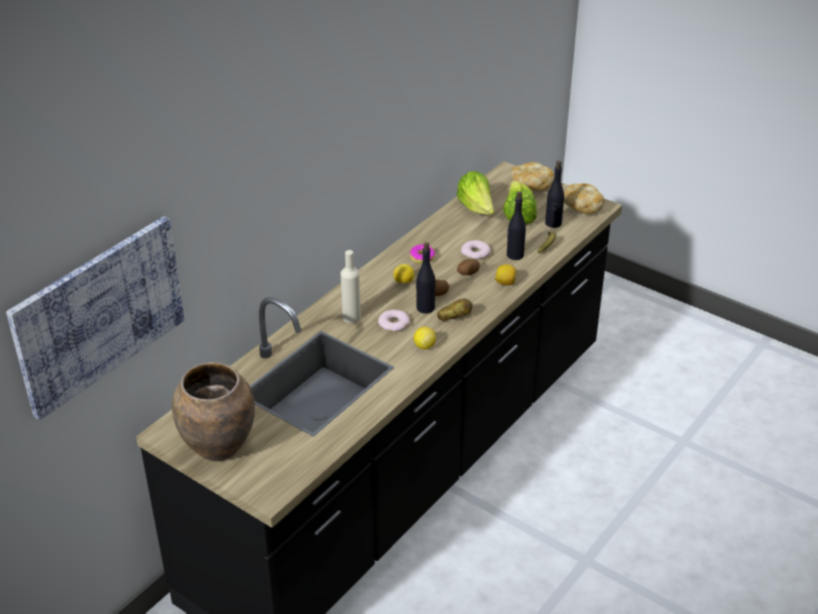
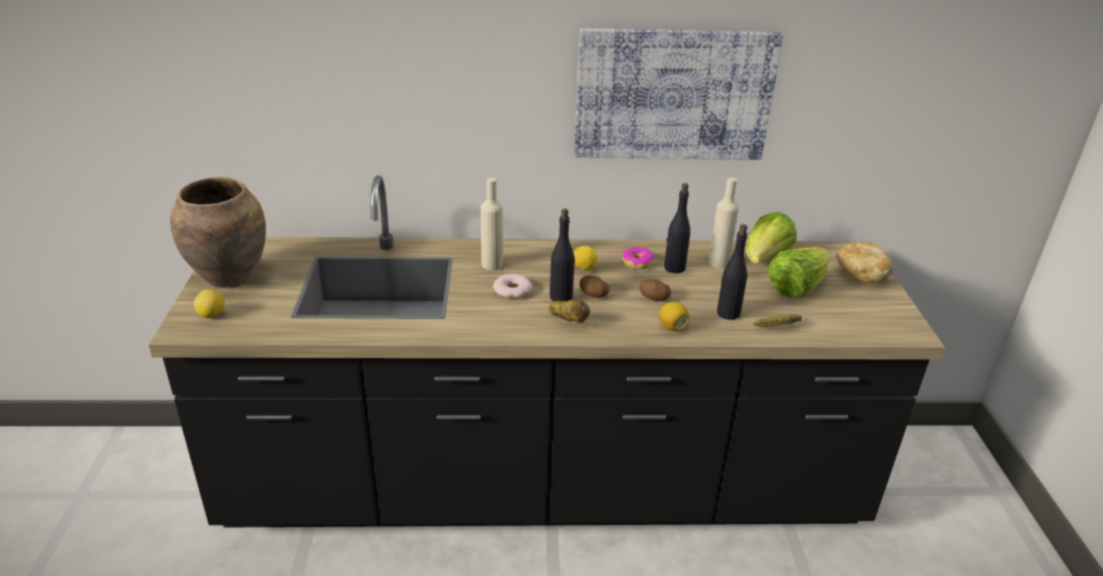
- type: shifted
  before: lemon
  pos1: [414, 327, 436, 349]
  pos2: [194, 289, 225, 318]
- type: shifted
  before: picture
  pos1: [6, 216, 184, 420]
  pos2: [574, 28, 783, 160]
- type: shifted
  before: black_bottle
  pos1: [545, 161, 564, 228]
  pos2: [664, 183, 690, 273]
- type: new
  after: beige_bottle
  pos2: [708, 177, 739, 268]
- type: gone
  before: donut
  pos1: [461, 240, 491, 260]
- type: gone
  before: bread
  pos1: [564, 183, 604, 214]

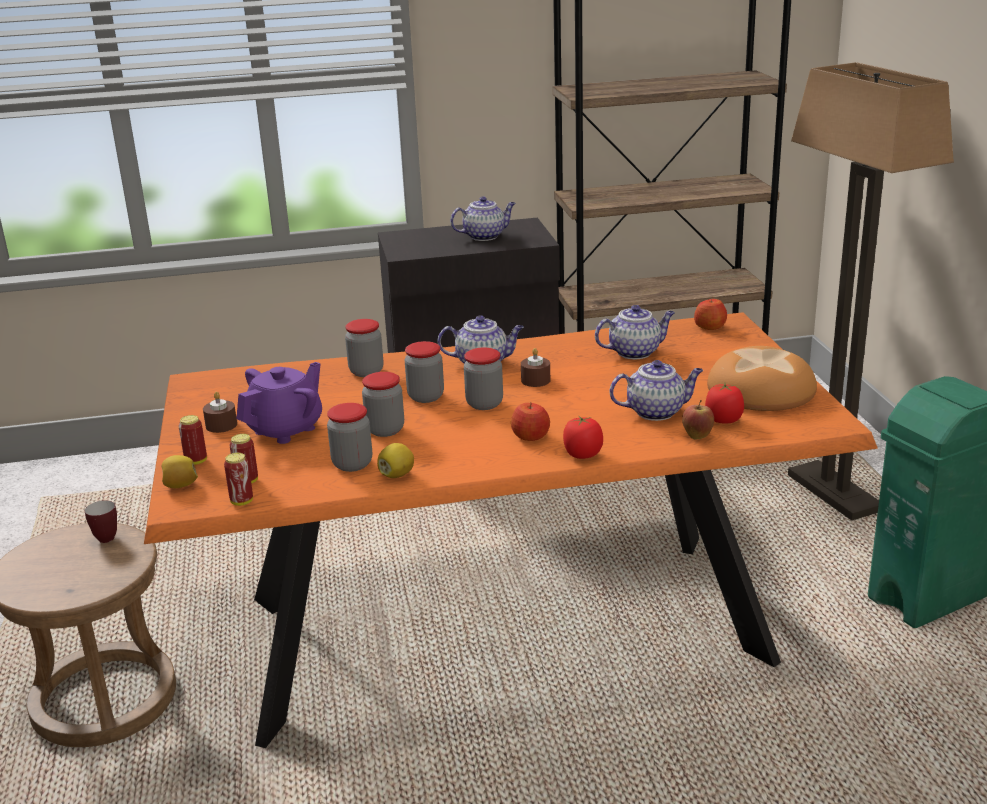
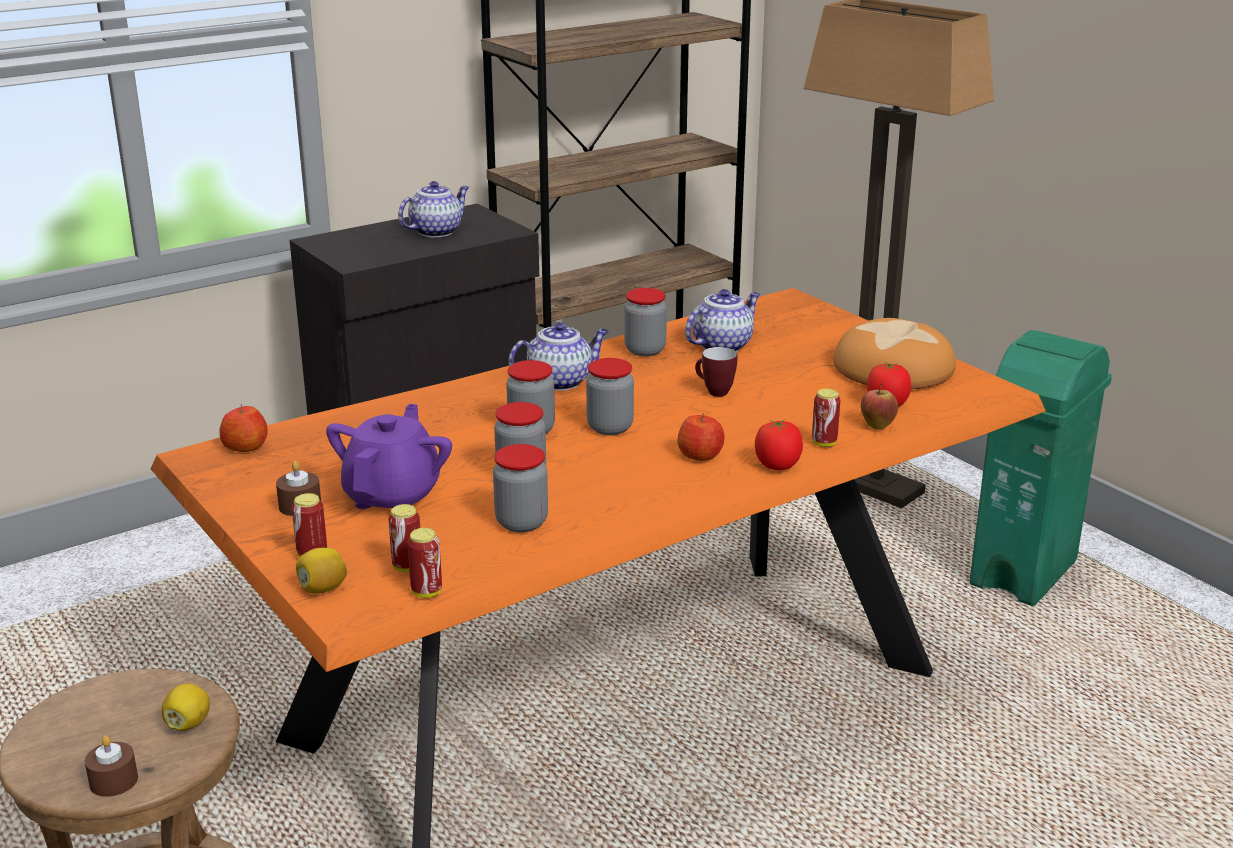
- type: shifted
  before: brown_candle
  pos1: [521, 348, 550, 387]
  pos2: [85, 736, 138, 797]
- type: shifted
  before: lemon
  pos1: [377, 443, 414, 478]
  pos2: [162, 683, 210, 731]
- type: shifted
  before: apple
  pos1: [694, 299, 727, 330]
  pos2: [220, 404, 267, 452]
- type: shifted
  before: jar
  pos1: [345, 319, 383, 377]
  pos2: [624, 288, 667, 356]
- type: shifted
  before: mug
  pos1: [85, 500, 117, 543]
  pos2: [695, 347, 737, 397]
- type: new
  after: can
  pos2: [812, 389, 840, 447]
- type: gone
  before: teapot
  pos1: [609, 360, 703, 421]

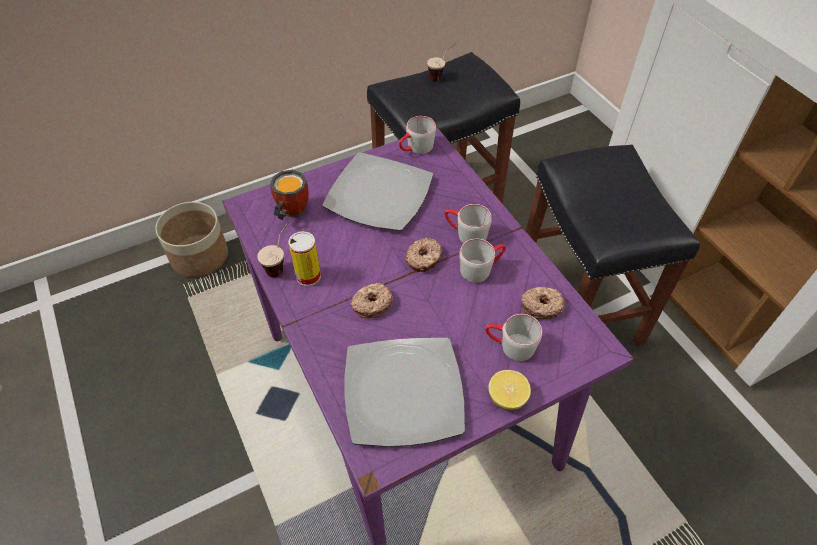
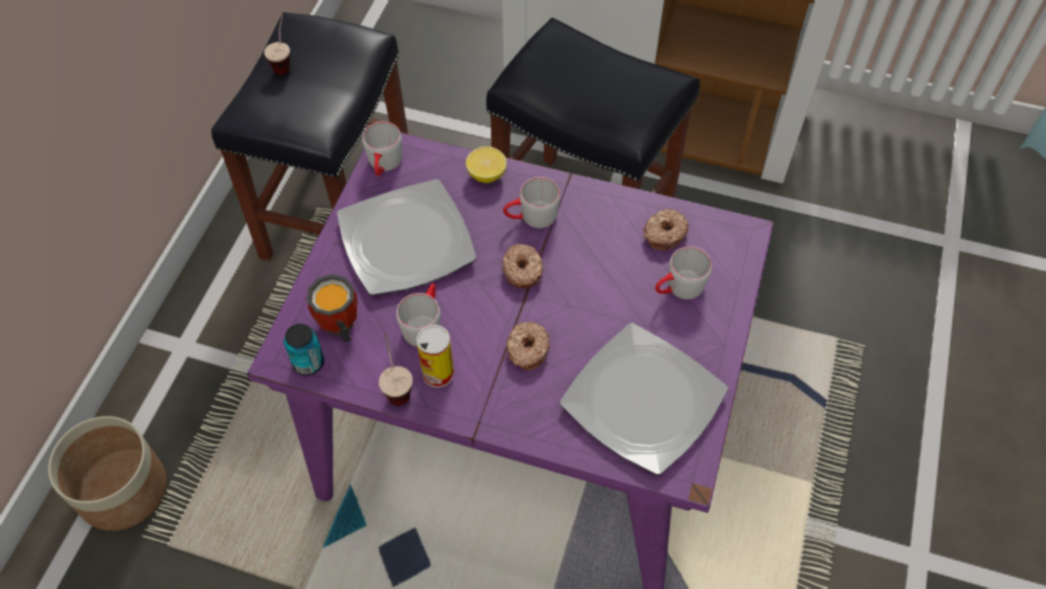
- type: new
  after: can
  pos2: [284, 324, 324, 375]
- type: shifted
  before: grey_mug
  pos1: [459, 239, 506, 283]
  pos2: [396, 283, 441, 347]
- type: shifted
  before: lemon
  pos1: [488, 370, 531, 410]
  pos2: [466, 147, 507, 183]

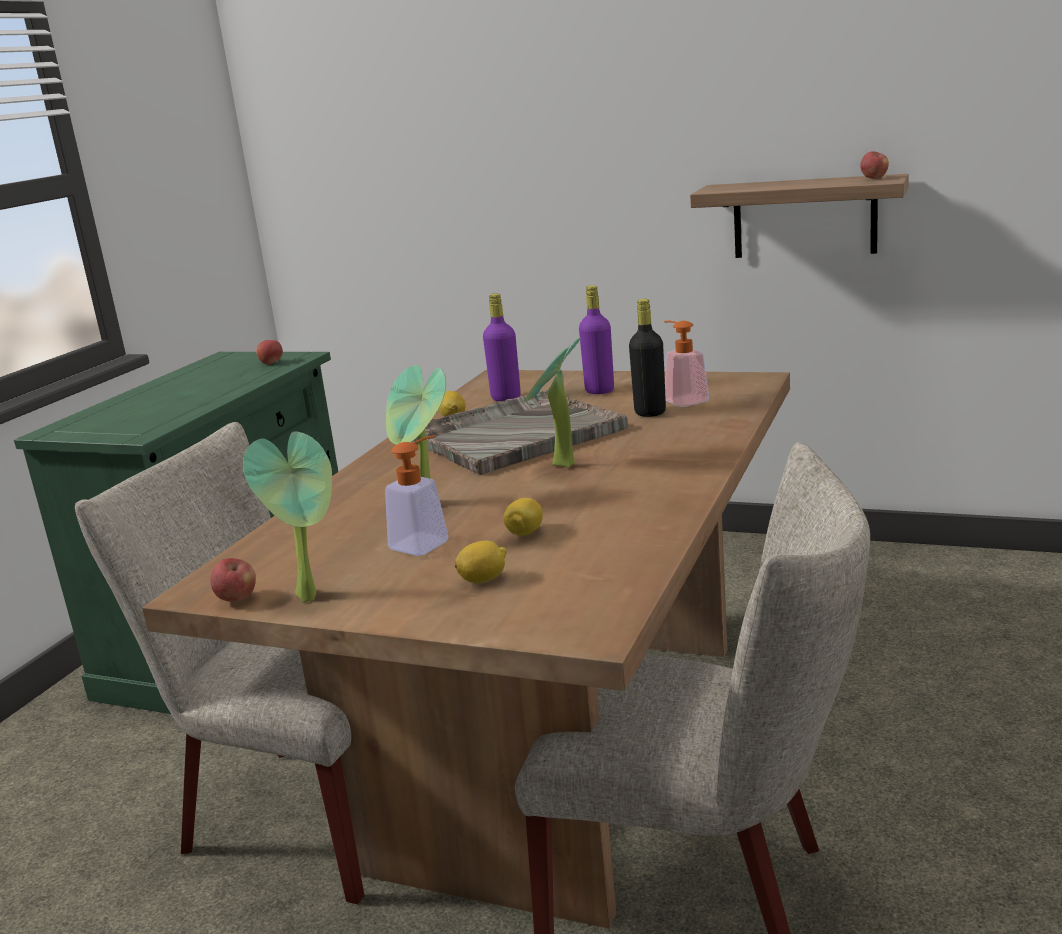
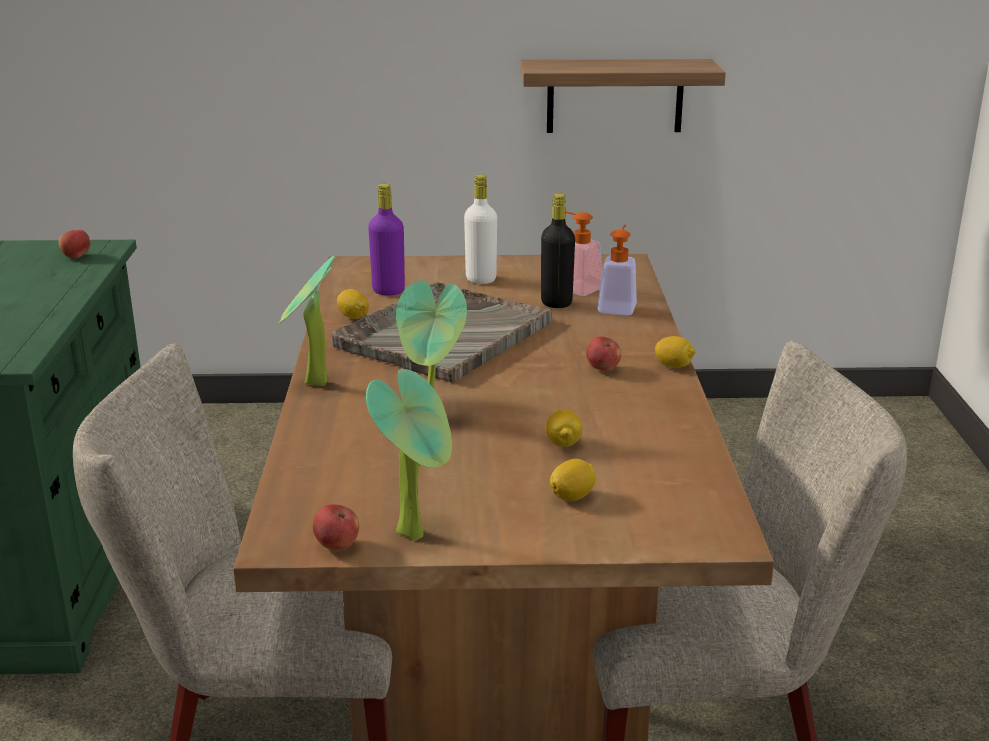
- type: shifted
  before: potted_plant
  pos1: [524, 338, 581, 467]
  pos2: [279, 256, 335, 386]
- type: repainted
  before: purple_bottle
  after: white_bottle
  pos1: [579, 285, 614, 394]
  pos2: [464, 174, 497, 284]
- type: shifted
  before: apple
  pos1: [860, 151, 889, 179]
  pos2: [586, 336, 621, 371]
- type: shifted
  before: soap_dispenser
  pos1: [385, 435, 449, 556]
  pos2: [597, 224, 637, 316]
- type: new
  after: lemon
  pos2: [655, 336, 696, 368]

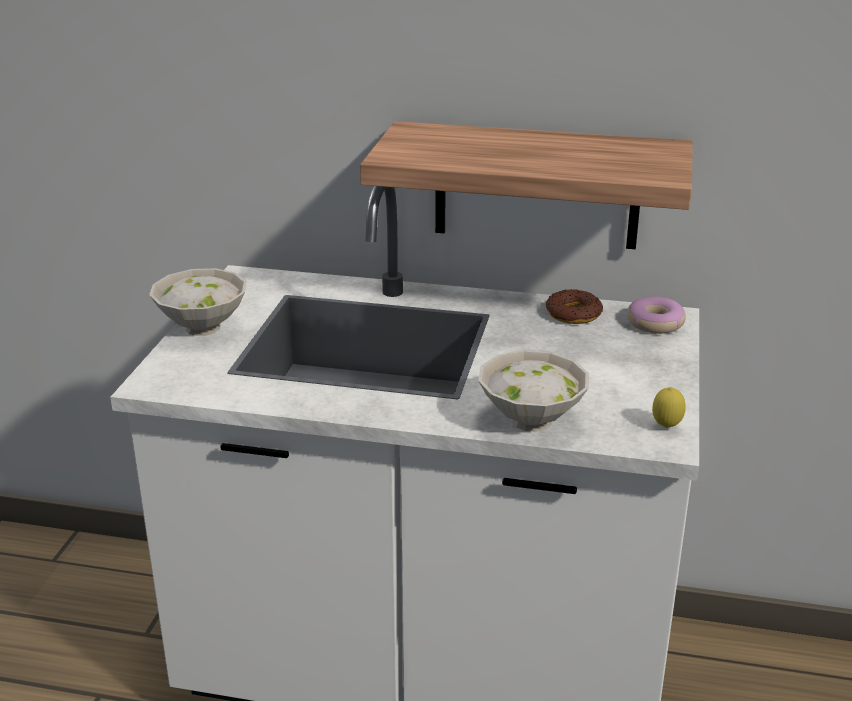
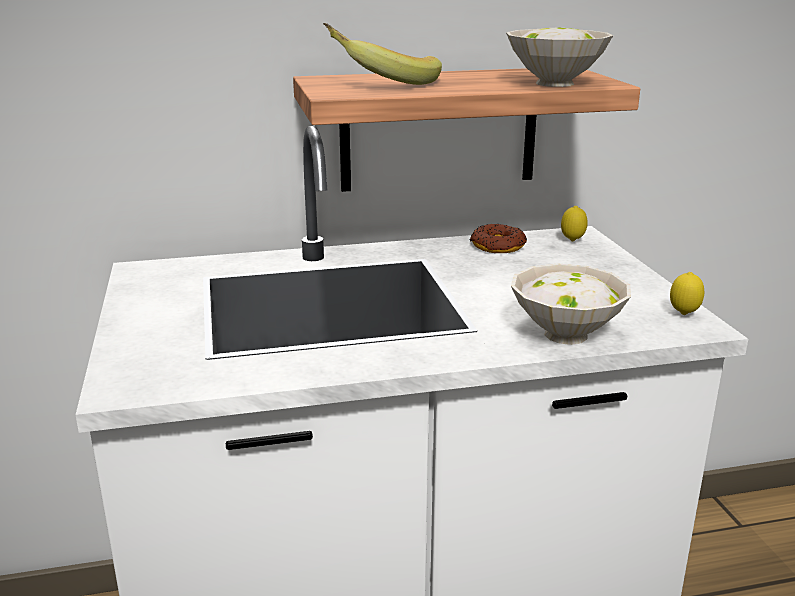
- type: new
  after: banana
  pos2: [323, 23, 442, 85]
- type: shifted
  before: white_bowl
  pos1: [149, 268, 247, 336]
  pos2: [506, 27, 613, 87]
- type: swapped
  before: donut
  after: lemon
  pos1: [627, 296, 686, 334]
  pos2: [561, 206, 588, 241]

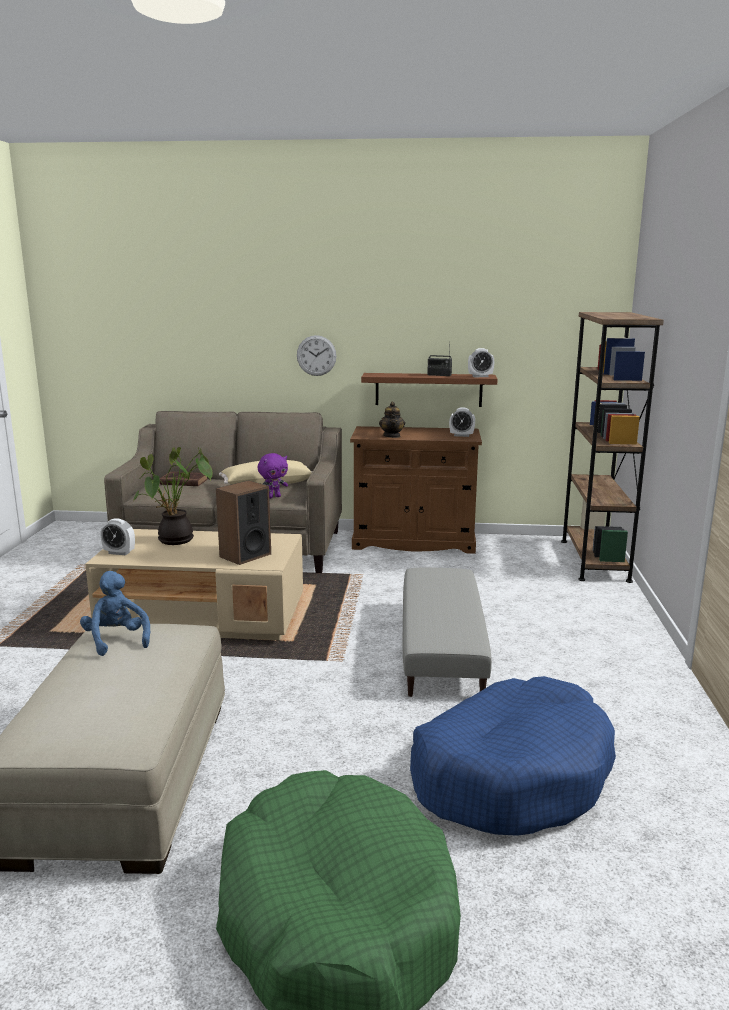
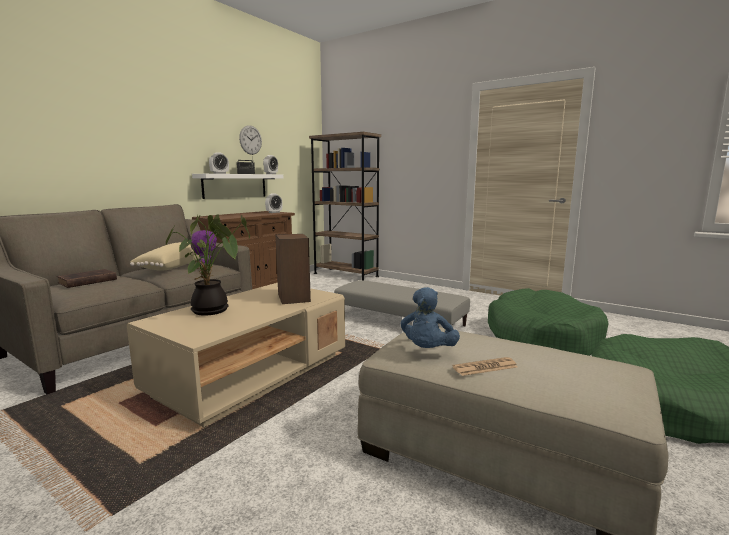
- type: repainted
  before: brown_shelf
  after: white_shelf
  pos1: [361, 373, 498, 407]
  pos2: [192, 174, 283, 199]
- type: shifted
  before: alarm_clock
  pos1: [101, 518, 135, 555]
  pos2: [209, 152, 229, 174]
- type: shifted
  before: wall_clock
  pos1: [297, 335, 336, 376]
  pos2: [239, 125, 262, 155]
- type: rotated
  before: blue_plush_toy
  pos1: [80, 571, 150, 656]
  pos2: [400, 287, 460, 348]
  turn: -75
- type: new
  after: newspaper
  pos2: [452, 357, 517, 376]
- type: repainted
  before: blue_dog_bed
  after: green_dog_bed
  pos1: [410, 676, 616, 836]
  pos2: [488, 288, 608, 356]
- type: gone
  before: teapot
  pos1: [379, 402, 405, 438]

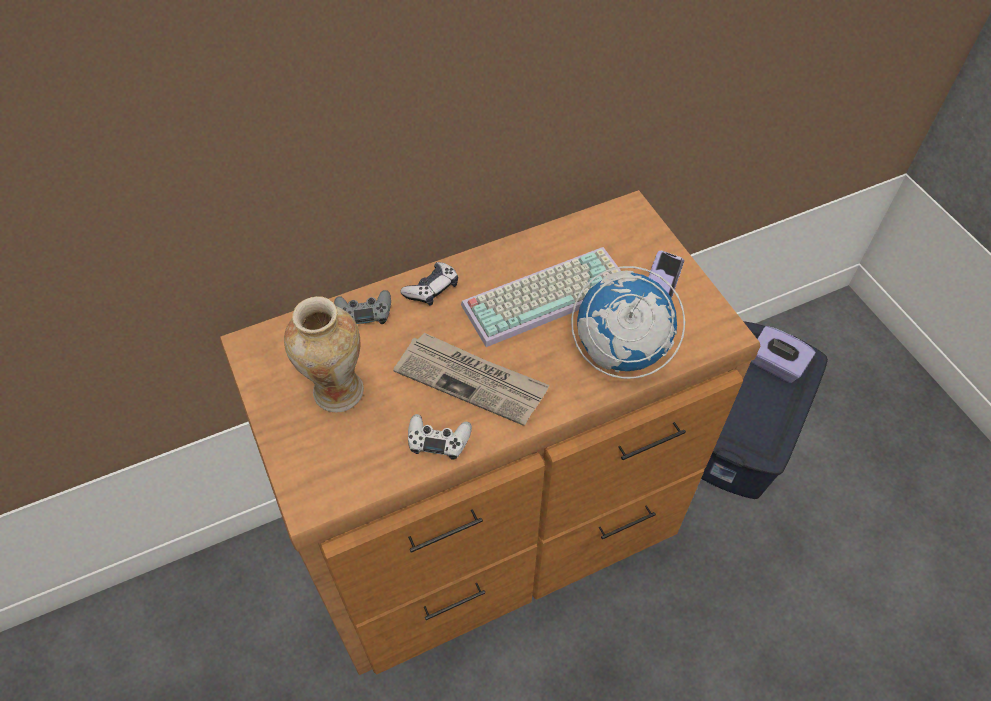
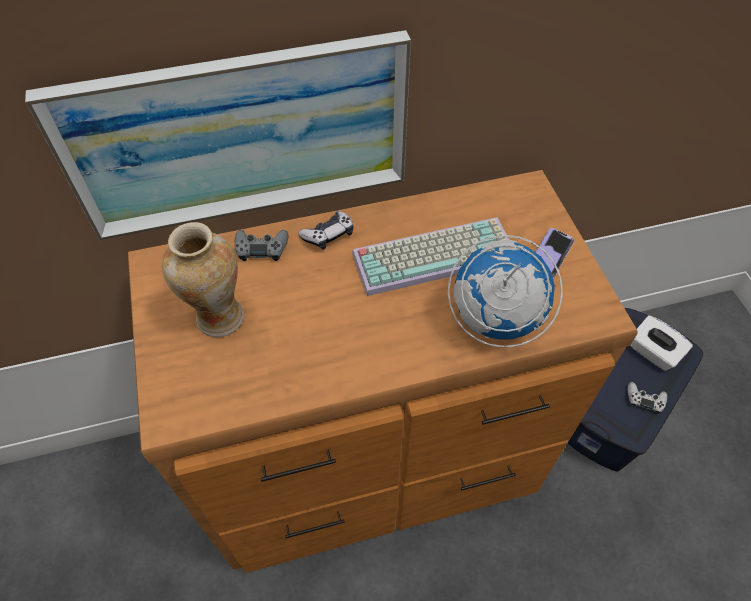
- type: new
  after: picture
  pos2: [25, 30, 411, 240]
- type: shifted
  before: white_game_controller
  pos1: [408, 414, 472, 460]
  pos2: [628, 382, 667, 414]
- type: repainted
  before: purple_tissue_box
  after: white_tissue_box
  pos1: [752, 326, 816, 383]
  pos2: [631, 315, 693, 371]
- type: gone
  before: newspaper
  pos1: [393, 333, 550, 426]

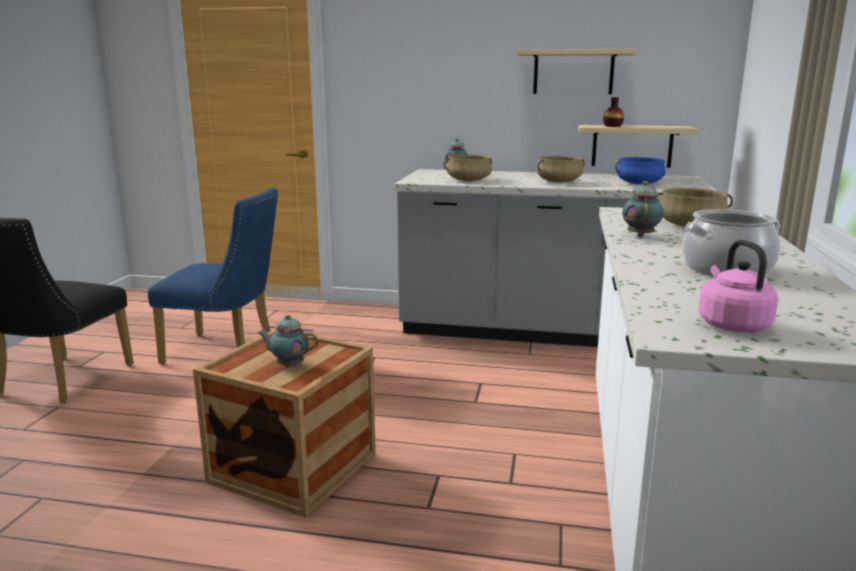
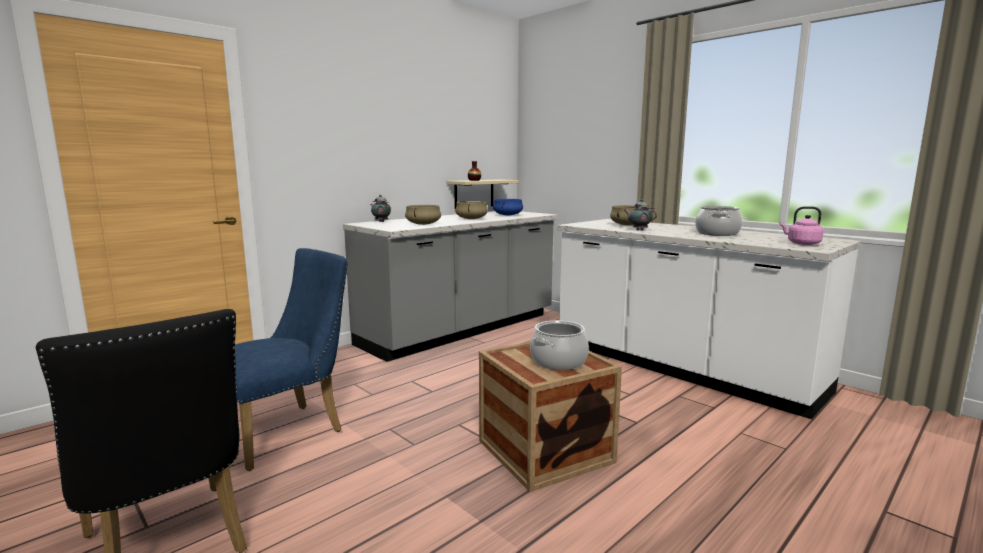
- type: swapped
  before: teapot
  after: cooking_pot
  pos1: [258, 314, 319, 366]
  pos2: [530, 321, 589, 370]
- type: gone
  before: beige_shelf
  pos1: [517, 49, 636, 94]

